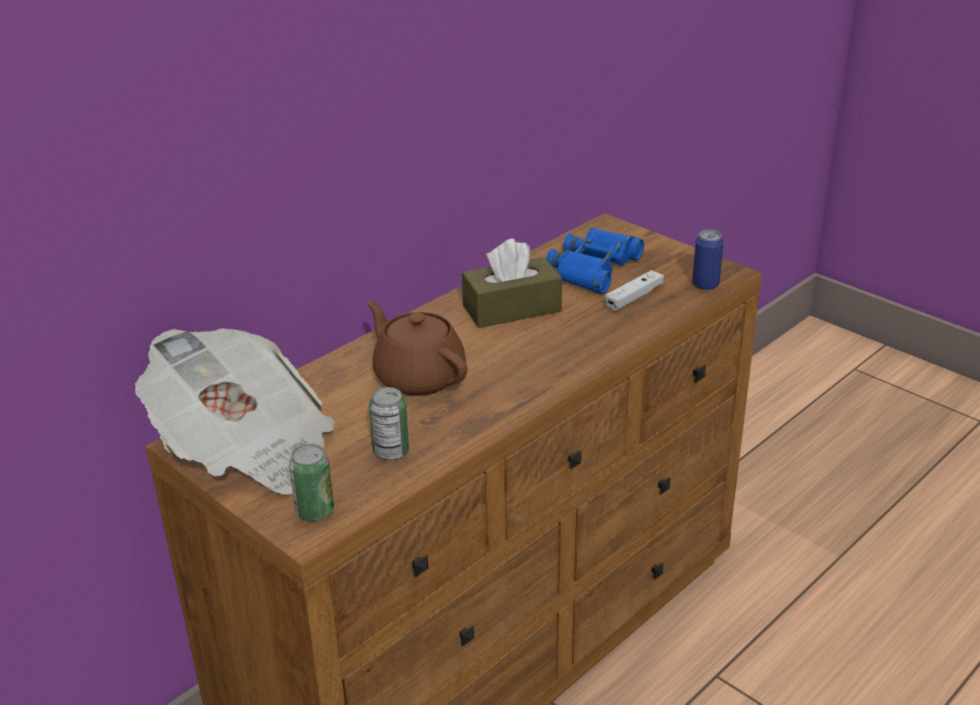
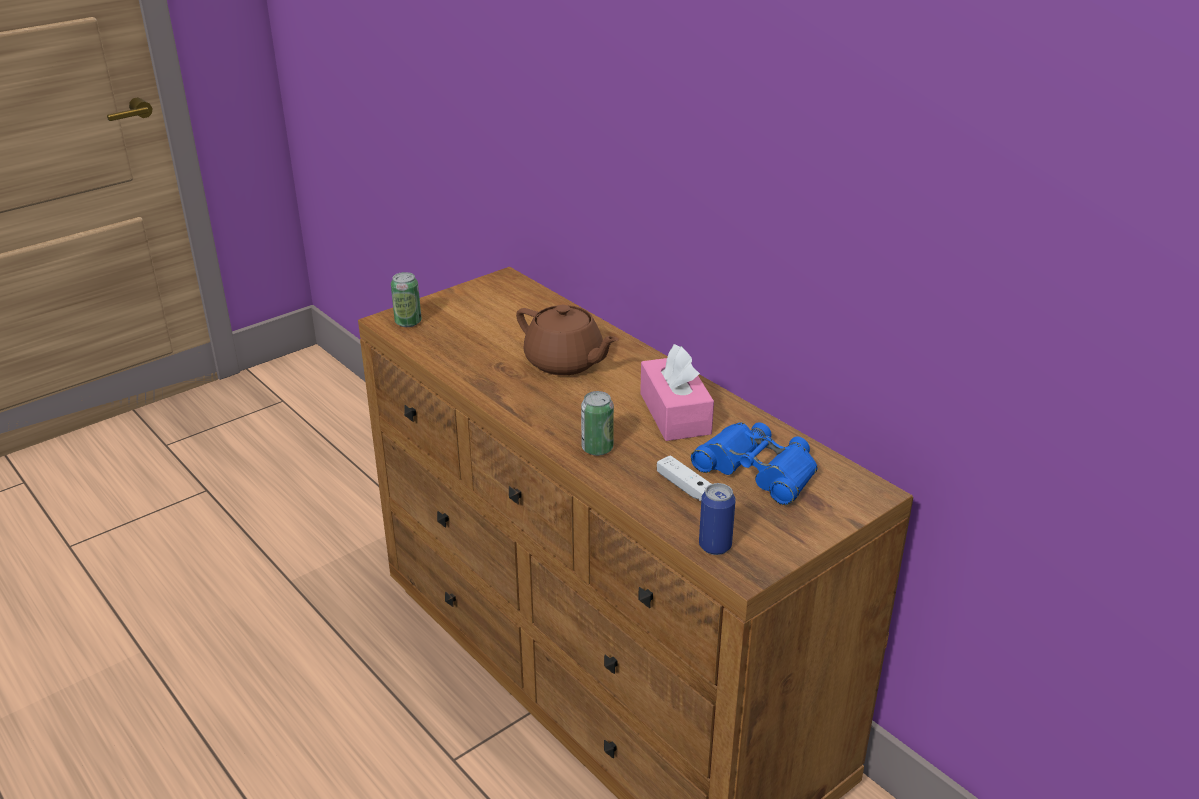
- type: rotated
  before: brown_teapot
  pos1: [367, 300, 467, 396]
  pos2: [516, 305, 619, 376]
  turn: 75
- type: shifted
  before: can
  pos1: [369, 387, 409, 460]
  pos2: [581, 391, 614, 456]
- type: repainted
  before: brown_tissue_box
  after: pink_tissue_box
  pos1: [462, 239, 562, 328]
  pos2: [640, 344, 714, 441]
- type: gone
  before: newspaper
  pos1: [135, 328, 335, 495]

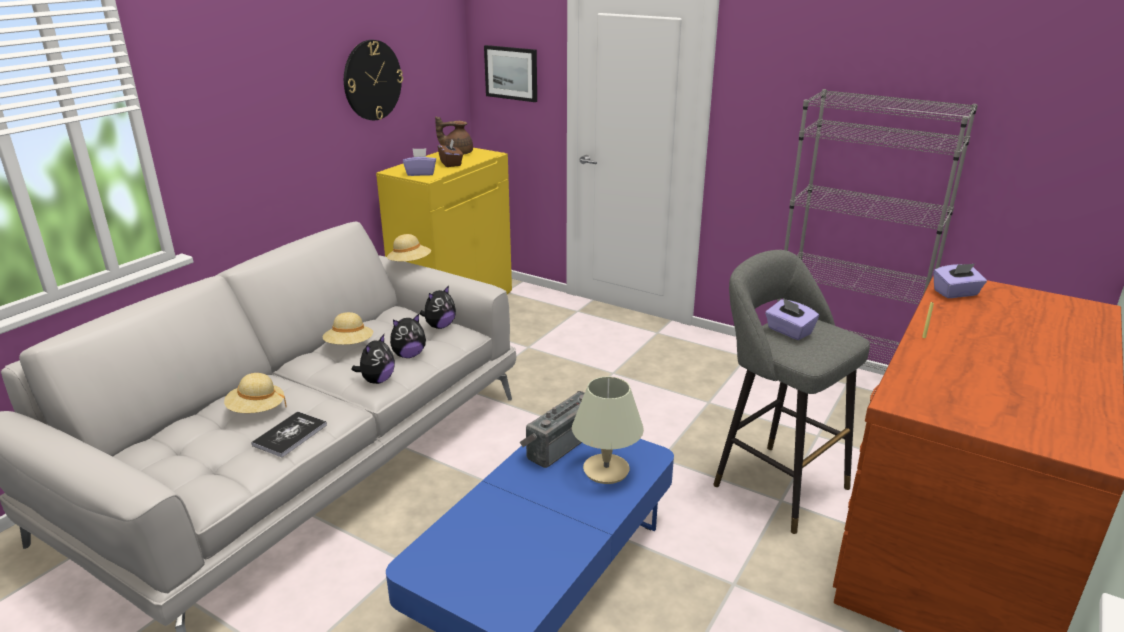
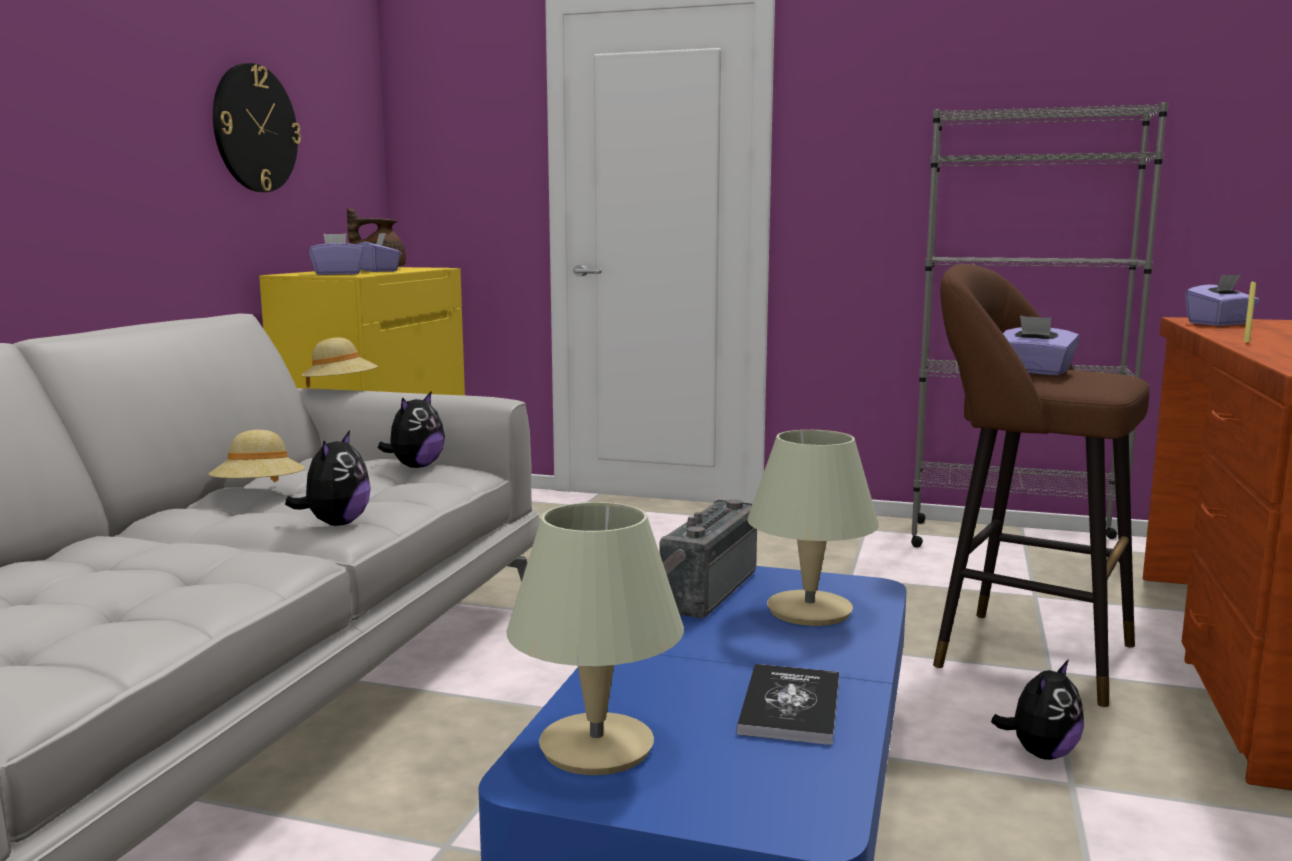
- type: repainted
  before: brown_tissue_box
  after: purple_tissue_box
  pos1: [438, 139, 463, 167]
  pos2: [357, 233, 401, 272]
- type: new
  after: beige_table_lamp
  pos2: [507, 502, 684, 775]
- type: shifted
  before: book
  pos1: [252, 411, 327, 457]
  pos2: [736, 664, 839, 745]
- type: repainted
  before: grey_stool
  after: brown_stool
  pos1: [713, 250, 870, 534]
  pos2: [933, 264, 1150, 707]
- type: shifted
  before: plush_toy
  pos1: [390, 314, 426, 358]
  pos2: [991, 659, 1084, 760]
- type: gone
  before: beige_hat
  pos1: [224, 373, 287, 413]
- type: gone
  before: picture
  pos1: [484, 45, 537, 102]

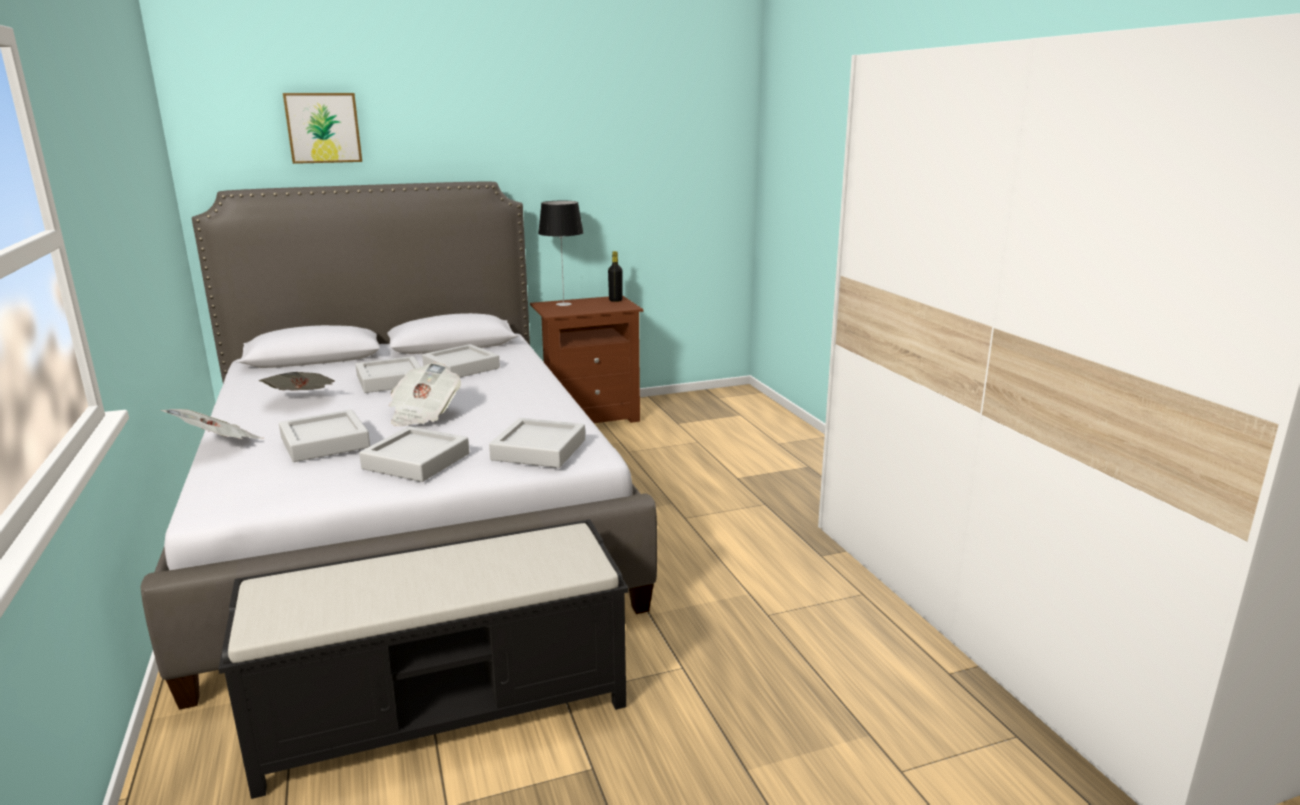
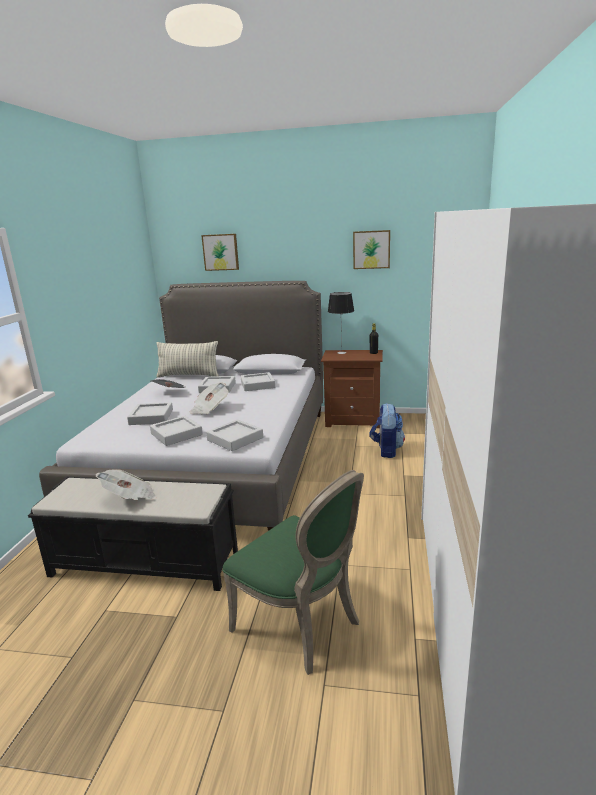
- type: shifted
  before: newspaper
  pos1: [161, 409, 264, 439]
  pos2: [96, 469, 157, 500]
- type: new
  after: pillow
  pos2: [156, 341, 219, 378]
- type: new
  after: green_chair
  pos2: [222, 470, 364, 675]
- type: new
  after: picture
  pos2: [353, 230, 390, 269]
- type: new
  after: backpack
  pos2: [369, 403, 405, 458]

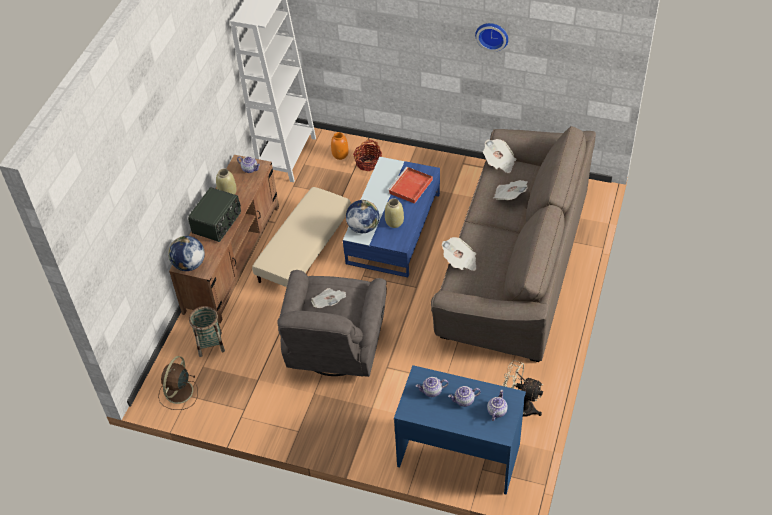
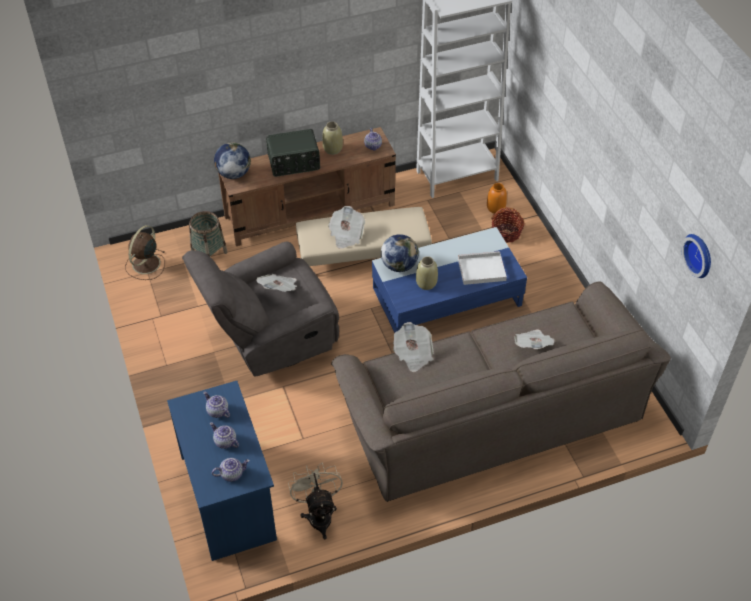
- type: rotated
  before: brown_fan
  pos1: [158, 356, 198, 410]
  pos2: [125, 225, 165, 280]
  turn: -45
- type: shifted
  before: newspaper
  pos1: [483, 139, 516, 173]
  pos2: [328, 206, 365, 249]
- type: repainted
  before: red_tray
  after: white_tray
  pos1: [388, 167, 433, 204]
  pos2: [458, 251, 507, 285]
- type: shifted
  before: wall_clock
  pos1: [475, 23, 508, 52]
  pos2: [681, 234, 711, 278]

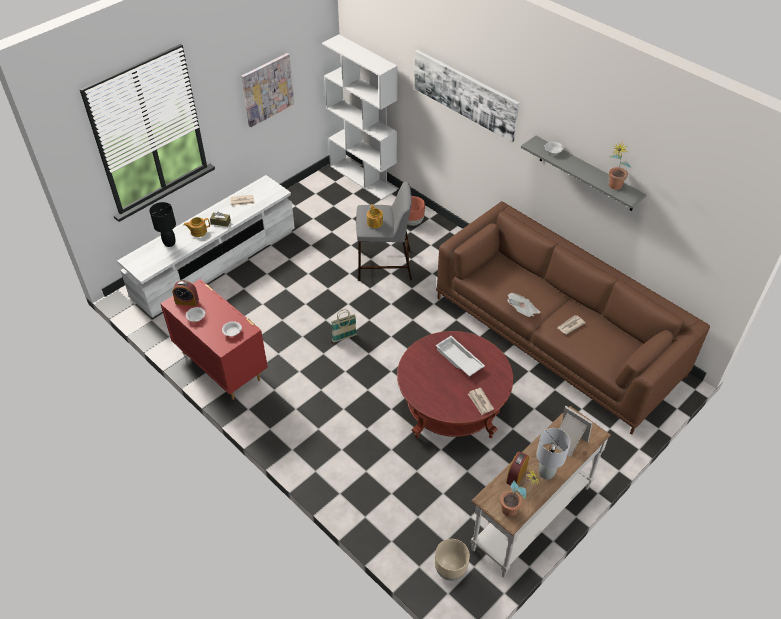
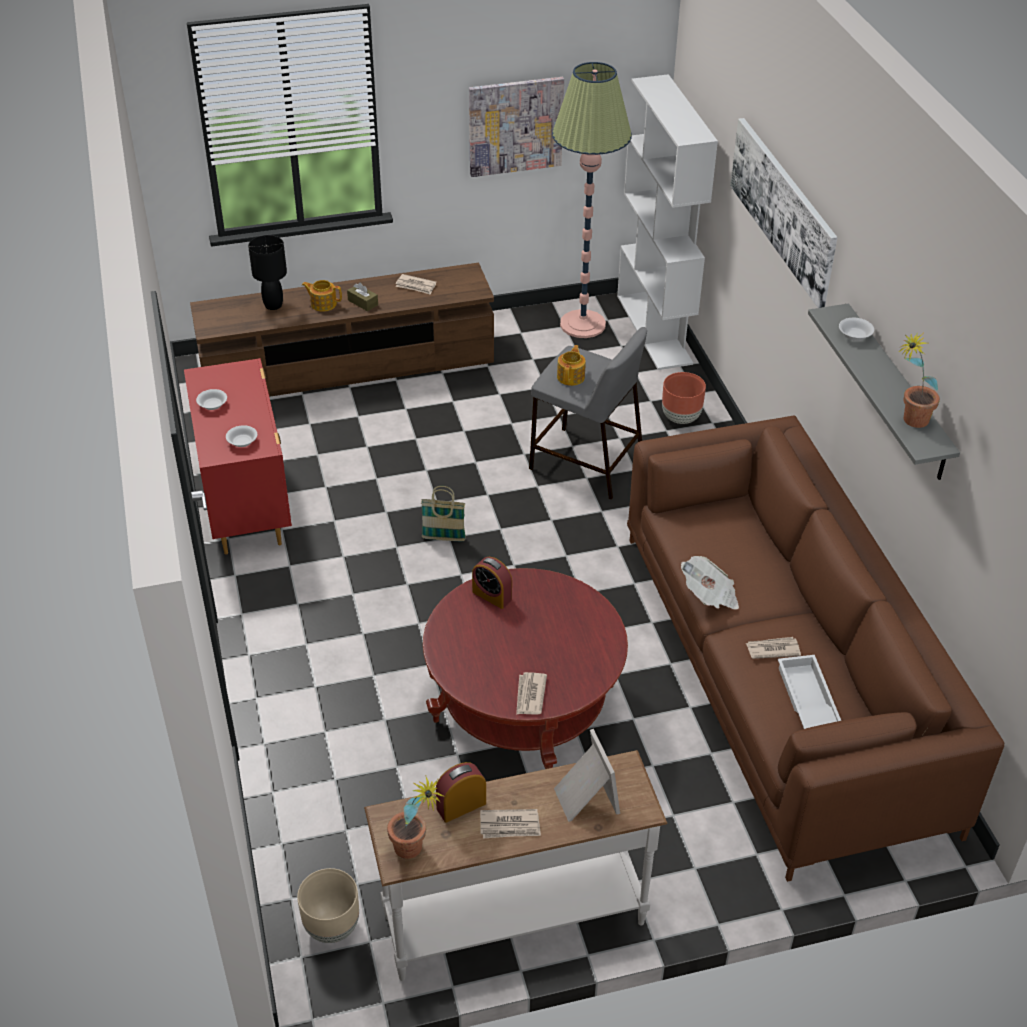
- type: repainted
  before: white_tv_stand
  after: brown_tv_stand
  pos1: [117, 175, 295, 318]
  pos2: [190, 262, 494, 397]
- type: shifted
  before: alarm_clock
  pos1: [172, 281, 199, 306]
  pos2: [472, 557, 512, 609]
- type: swapped
  before: grey_table_lamp
  after: newspaper
  pos1: [536, 428, 570, 480]
  pos2: [480, 809, 541, 839]
- type: new
  after: floor_lamp
  pos2: [552, 62, 632, 338]
- type: shifted
  before: white_tray
  pos1: [436, 336, 485, 377]
  pos2: [778, 655, 841, 729]

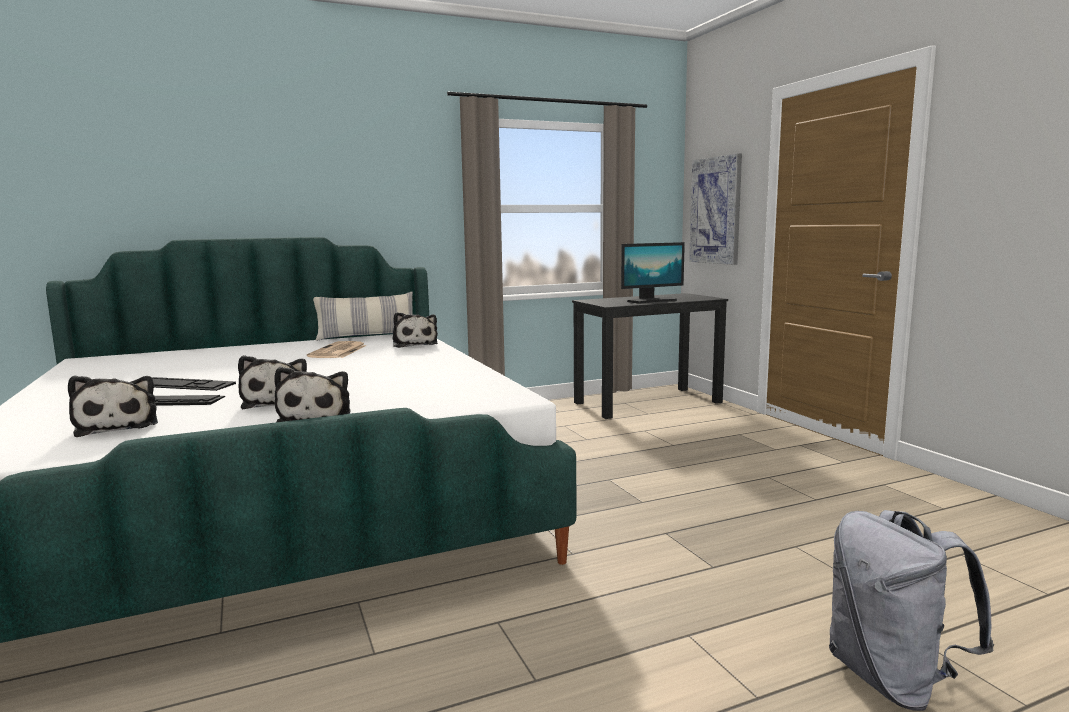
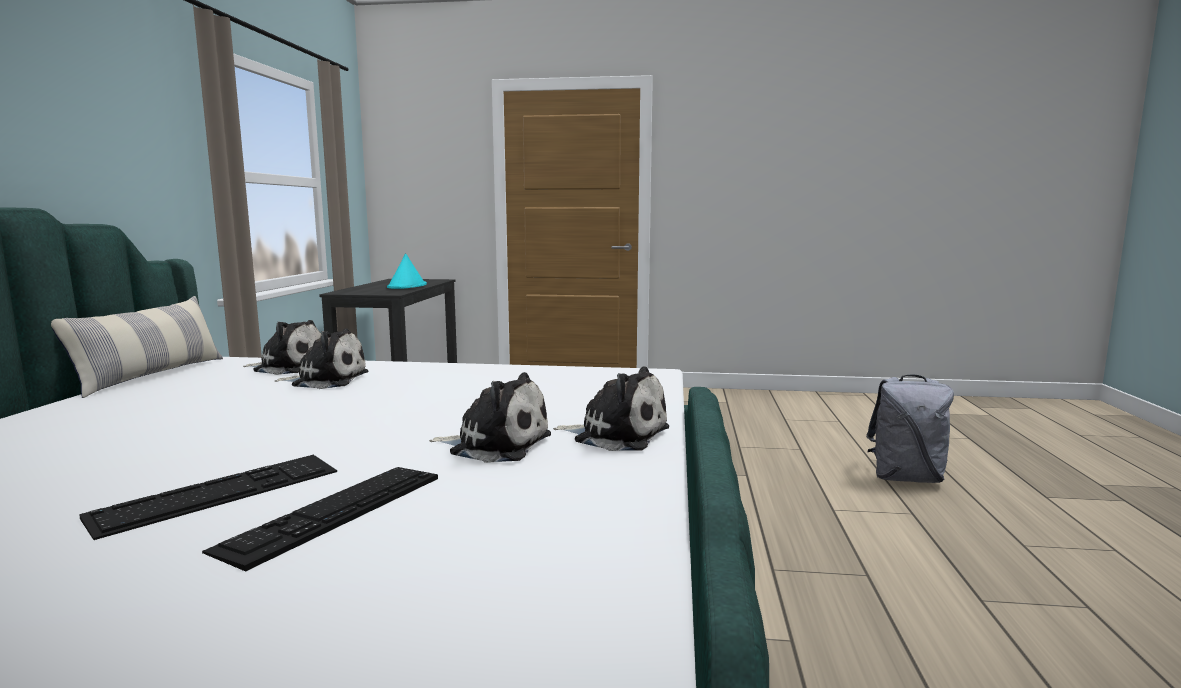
- type: shifted
  before: plush_toy
  pos1: [68, 376, 158, 437]
  pos2: [275, 329, 368, 389]
- type: swapped
  before: monitor
  after: turquoise_hat
  pos1: [621, 242, 685, 304]
  pos2: [387, 254, 427, 289]
- type: gone
  before: newspaper
  pos1: [307, 341, 367, 358]
- type: gone
  before: picture
  pos1: [689, 153, 742, 265]

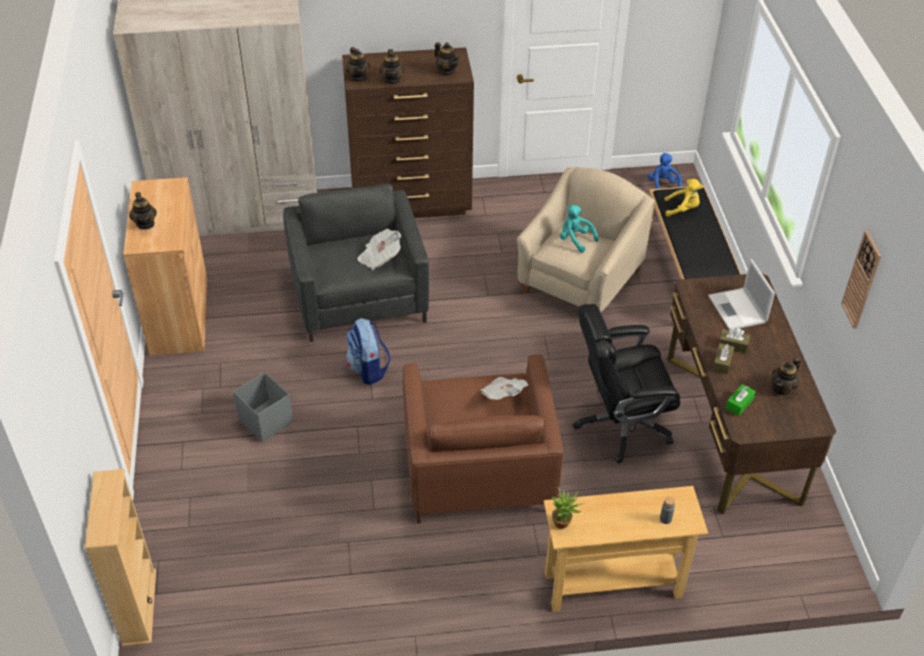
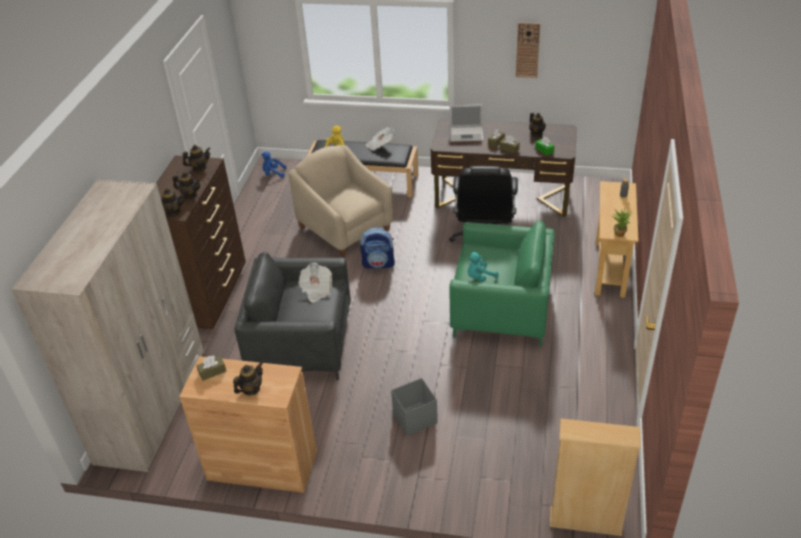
- type: new
  after: brown_tissue_box
  pos2: [197, 355, 226, 381]
- type: rotated
  before: teapot
  pos1: [129, 192, 157, 229]
  pos2: [233, 362, 263, 395]
  turn: -45
- type: shifted
  before: backpack
  pos1: [346, 318, 391, 385]
  pos2: [360, 227, 395, 269]
- type: shifted
  before: newspaper
  pos1: [480, 377, 528, 400]
  pos2: [366, 127, 394, 151]
- type: repainted
  before: brown_armchair
  after: green_armchair
  pos1: [403, 355, 563, 524]
  pos2: [449, 221, 555, 347]
- type: shifted
  before: turquoise_plush_toy
  pos1: [560, 205, 599, 253]
  pos2: [468, 252, 498, 282]

